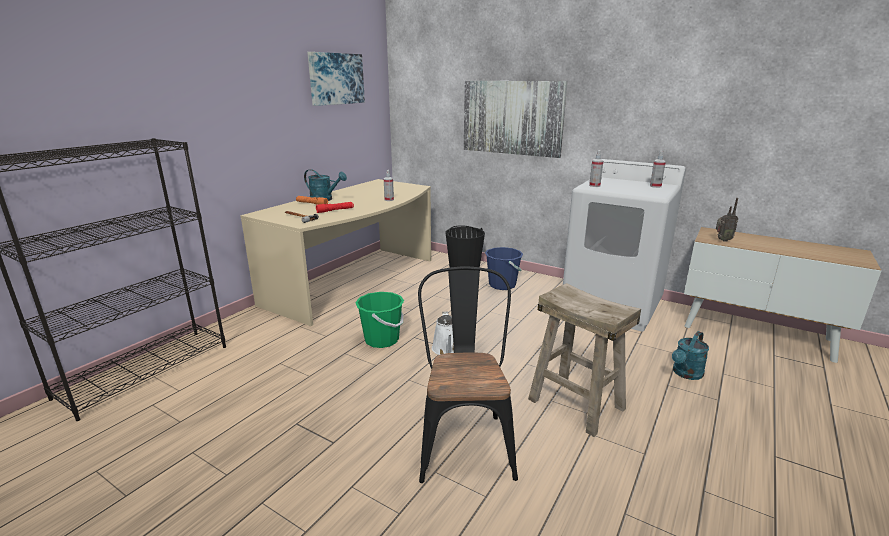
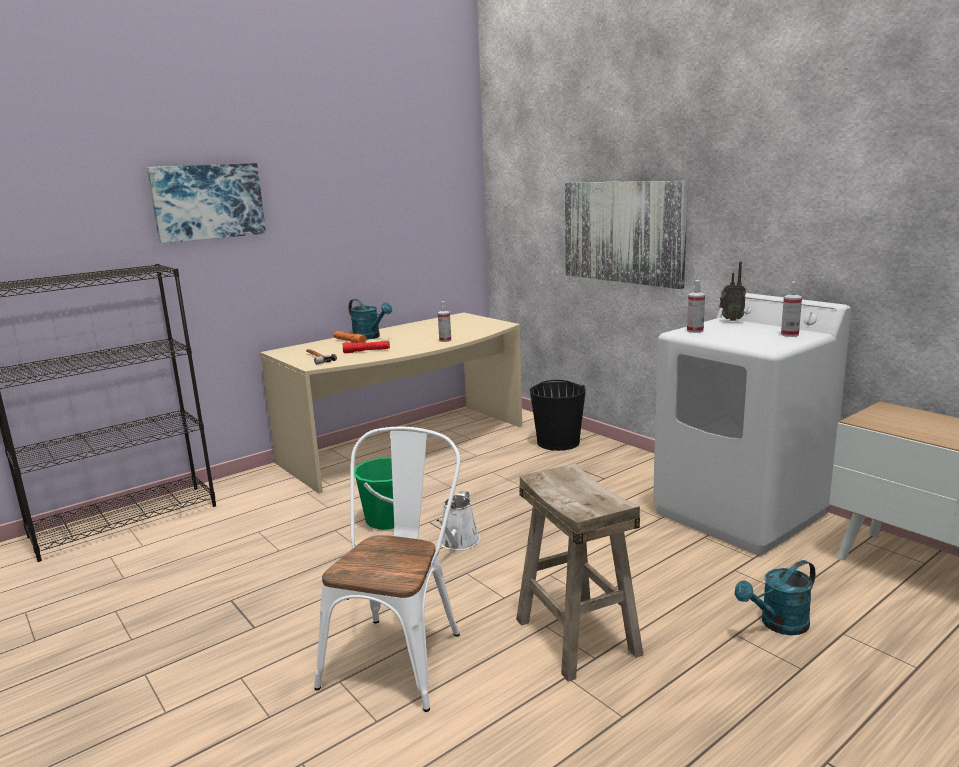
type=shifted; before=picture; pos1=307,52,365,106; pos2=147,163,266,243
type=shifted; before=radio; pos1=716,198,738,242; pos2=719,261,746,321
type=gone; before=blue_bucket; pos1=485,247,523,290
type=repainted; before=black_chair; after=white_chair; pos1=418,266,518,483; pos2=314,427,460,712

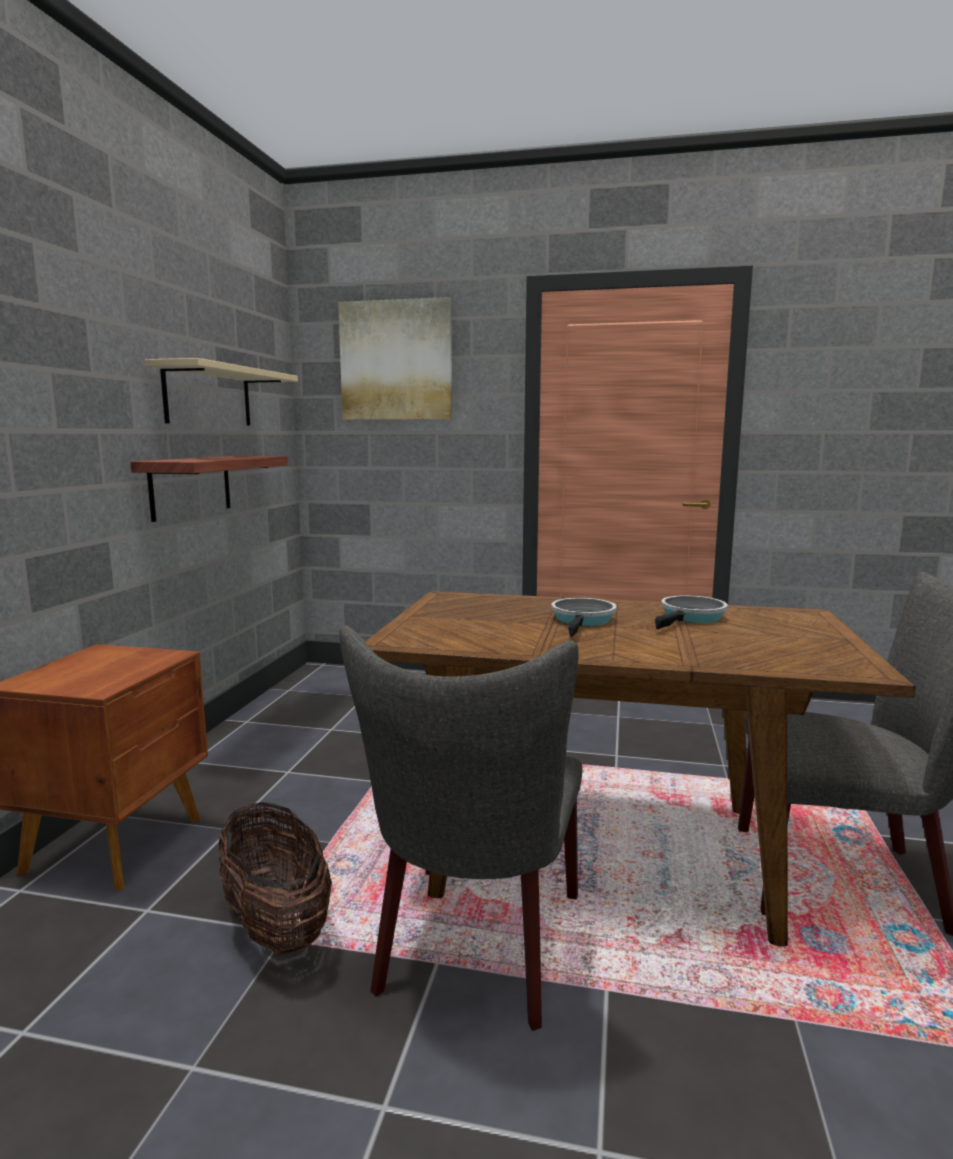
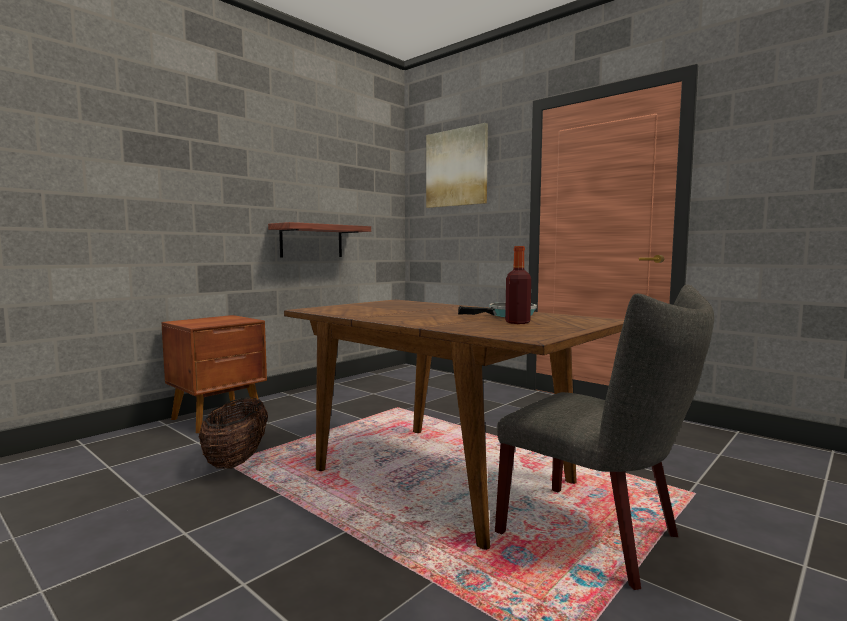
type=gone; before=beige_shelf; pos1=145,358,298,426
type=gone; before=frying_pan; pos1=551,598,617,637
type=gone; before=grey_chair; pos1=339,625,583,1031
type=new; after=bottle; pos2=505,246,531,324

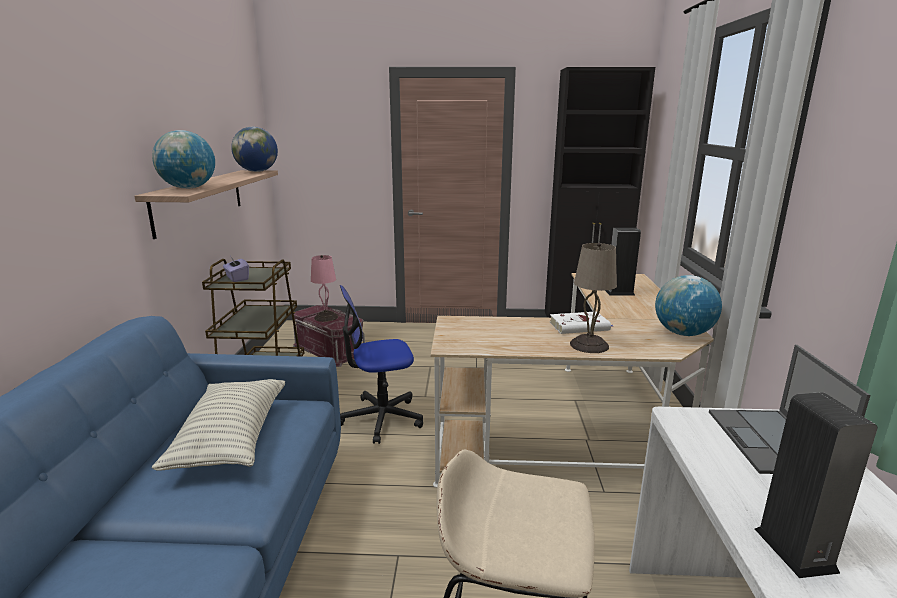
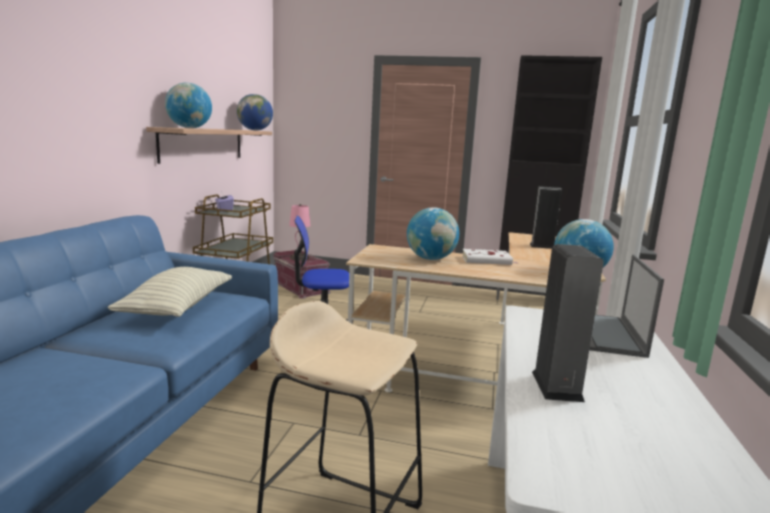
type=gone; before=beige_table_lamp; pos1=570,243,617,353
type=new; after=globe; pos2=407,207,459,260

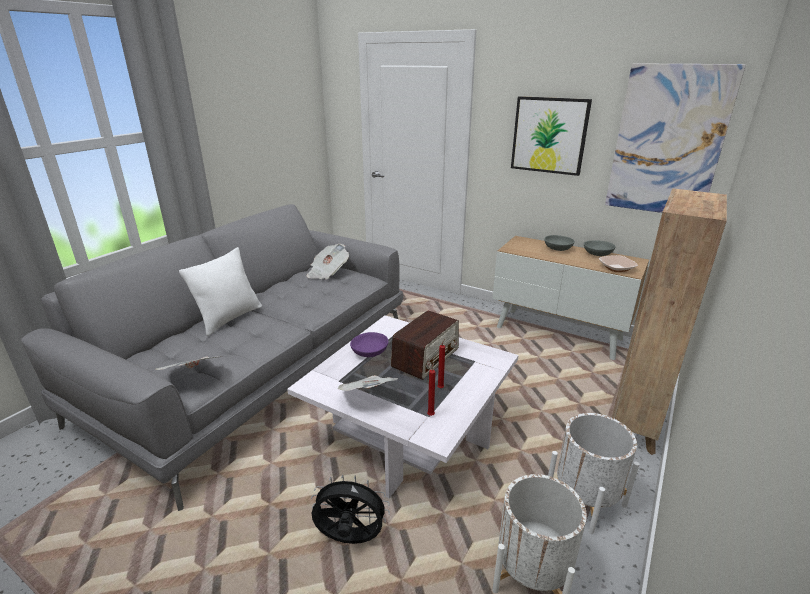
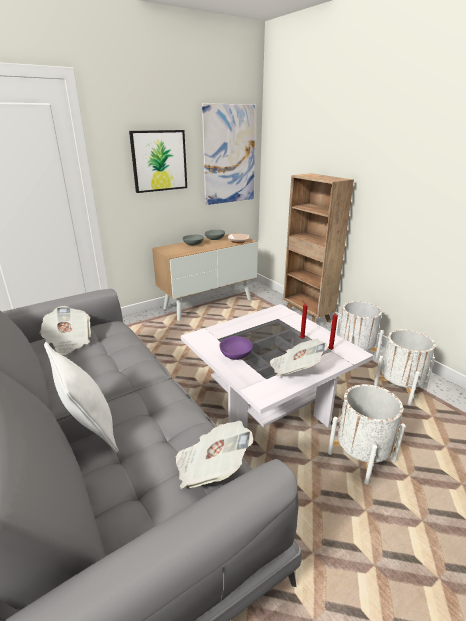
type=gone; before=radio; pos1=391,310,459,380
type=swapped; before=black_fan; after=white_planter; pos1=311,475,390,544; pos2=328,384,406,485

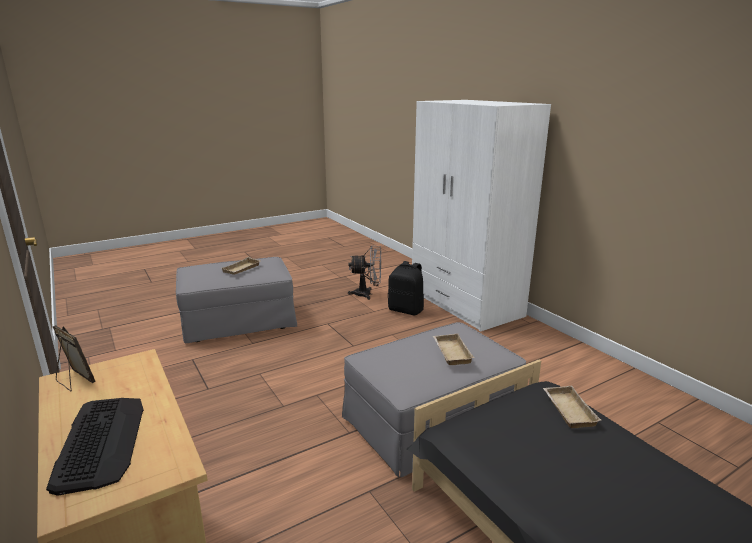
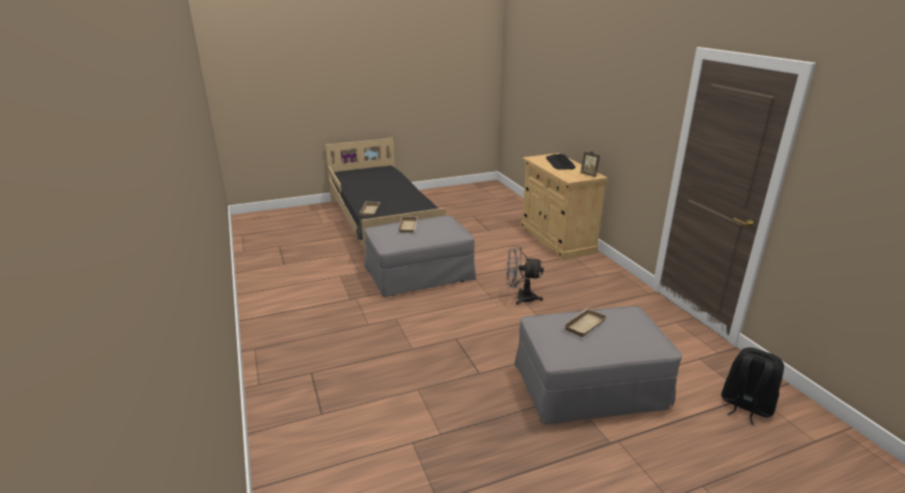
type=gone; before=white_wardrobe; pos1=412,100,551,332
type=shifted; before=grey_fan; pos1=348,246,381,300; pos2=506,246,544,305
type=shifted; before=black_backpack; pos1=388,261,424,315; pos2=721,347,784,425

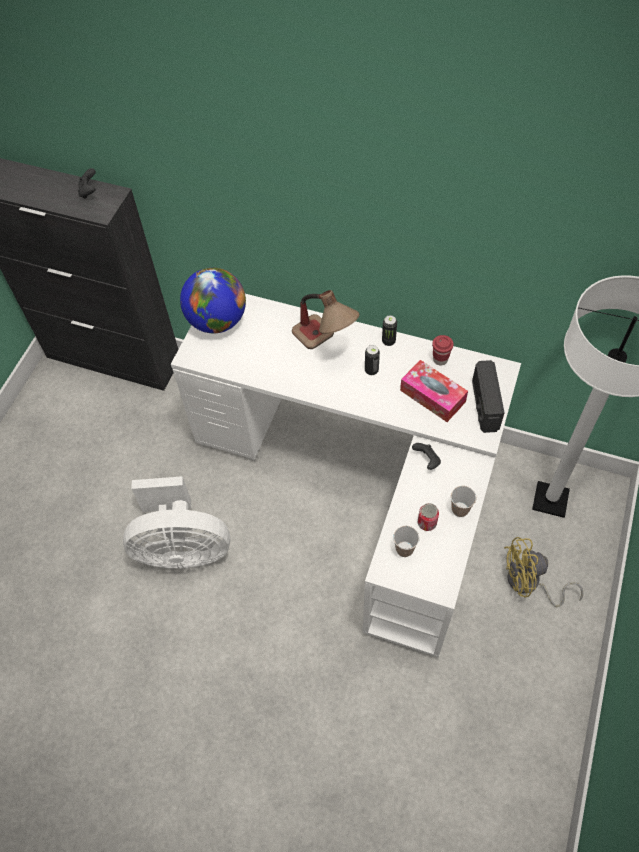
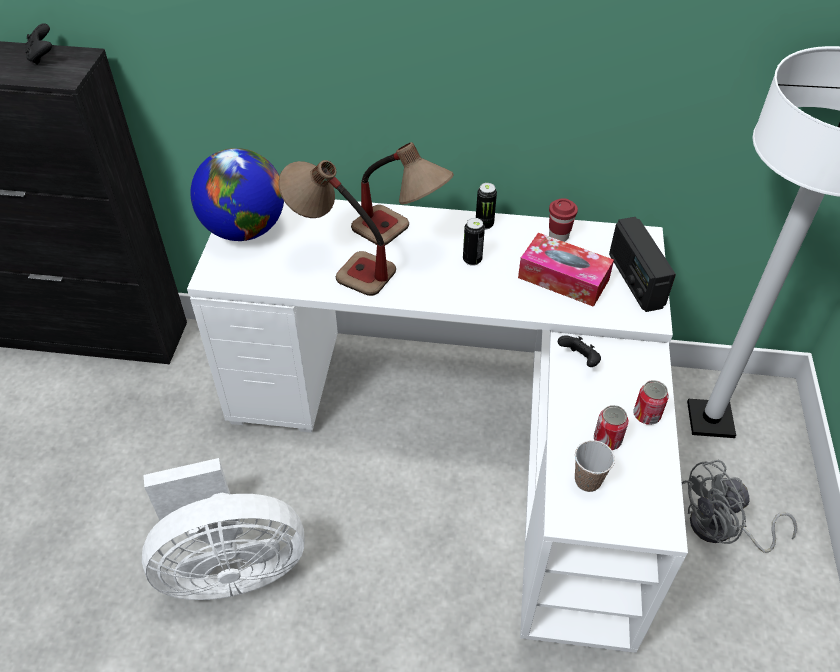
type=swapped; before=cup; after=can; pos1=451,486,476,517; pos2=633,380,669,425
type=repainted; before=yellow_fan; after=grey_fan; pos1=504,537,583,607; pos2=682,460,798,553
type=new; after=table_lamp; pos2=278,160,396,296

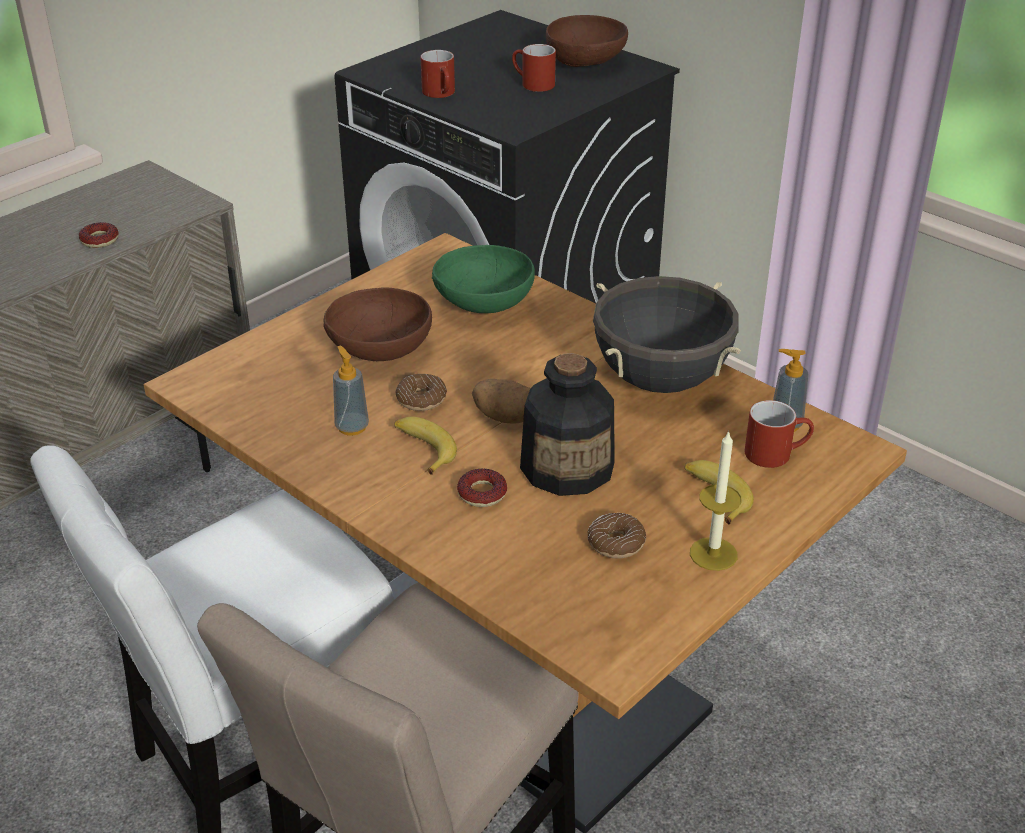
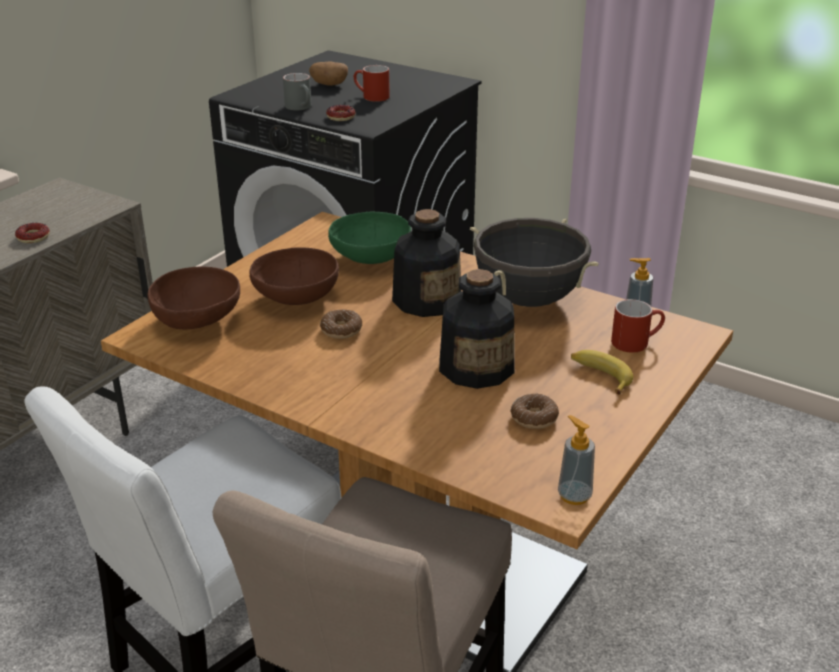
type=shifted; before=brown_bowl; pos1=546,15,628,67; pos2=147,267,240,330
type=repainted; before=red_mug; after=grey_mug; pos1=421,50,455,98; pos2=283,73,311,110
type=shifted; before=soap_dispenser; pos1=333,346,369,436; pos2=558,415,595,505
type=shifted; before=potato; pos1=472,379,531,423; pos2=309,61,348,86
type=gone; before=banana; pos1=394,416,457,475
type=gone; before=candle; pos1=690,430,741,571
type=shifted; before=donut; pos1=457,469,507,507; pos2=326,105,356,121
type=new; after=bottle; pos2=392,209,461,317

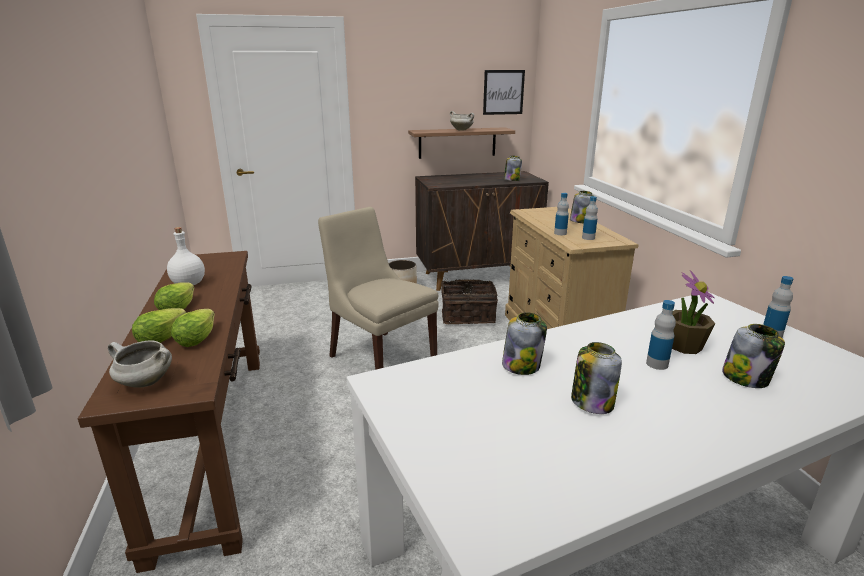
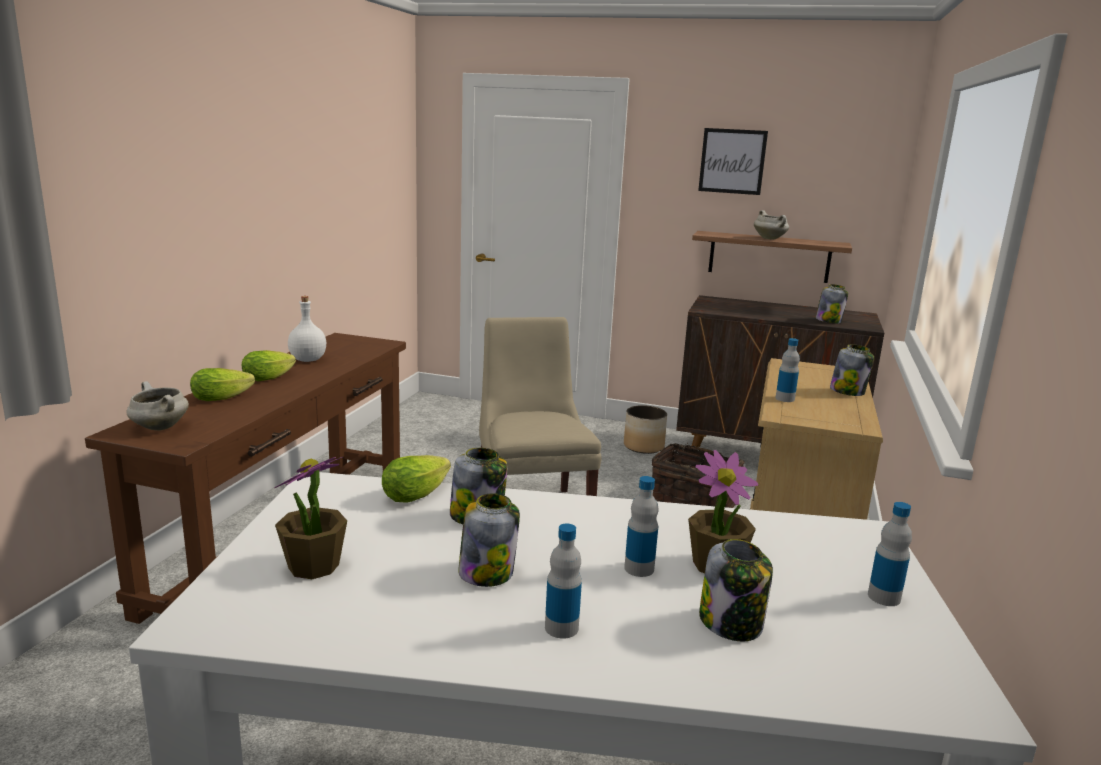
type=shifted; before=picture; pos1=483,70,525,115; pos2=698,128,768,195
type=shifted; before=bottle; pos1=582,196,598,240; pos2=545,524,582,639
type=shifted; before=lettuce; pos1=171,309,215,347; pos2=382,455,451,502
type=new; after=potted_plant; pos2=274,457,347,579

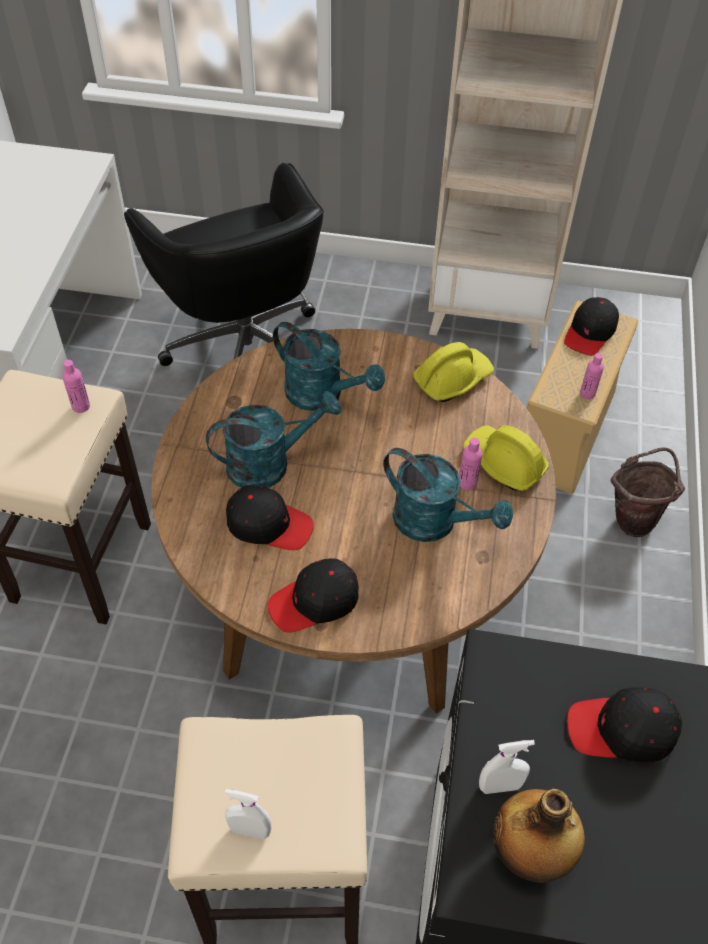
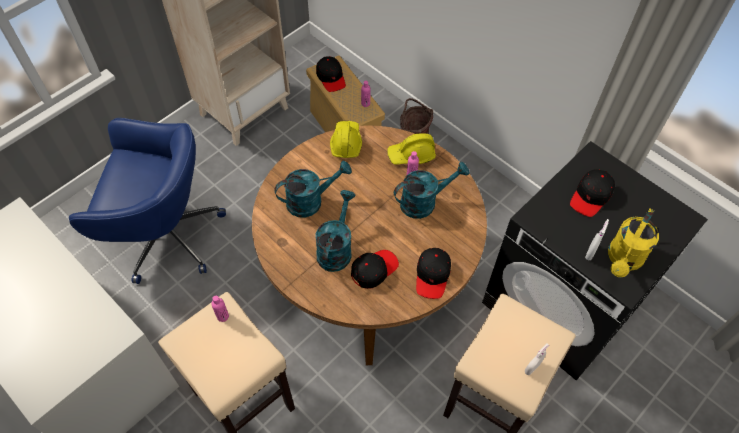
type=repainted; before=black_office_chair; after=blue_office_chair; pos1=124,163,324,366; pos2=69,118,226,284
type=swapped; before=bottle; after=yellow_watering_can; pos1=493,789,585,883; pos2=608,208,659,277

